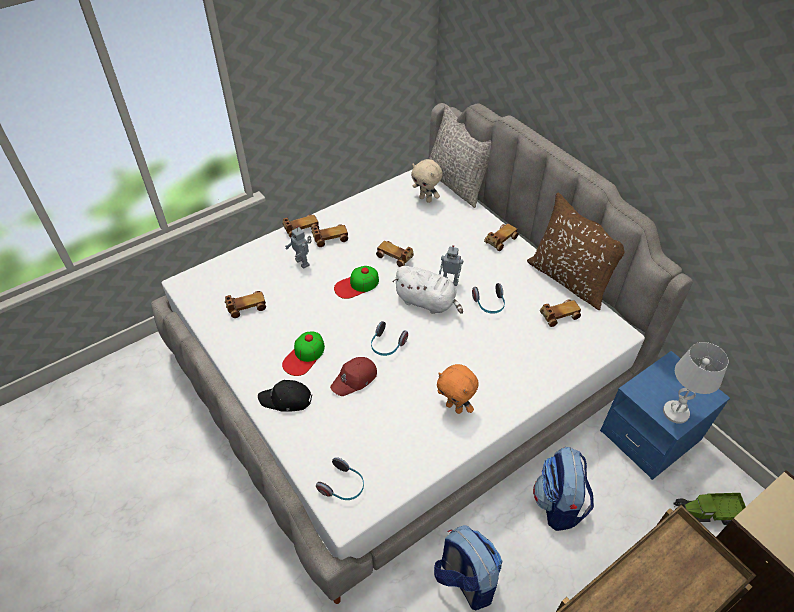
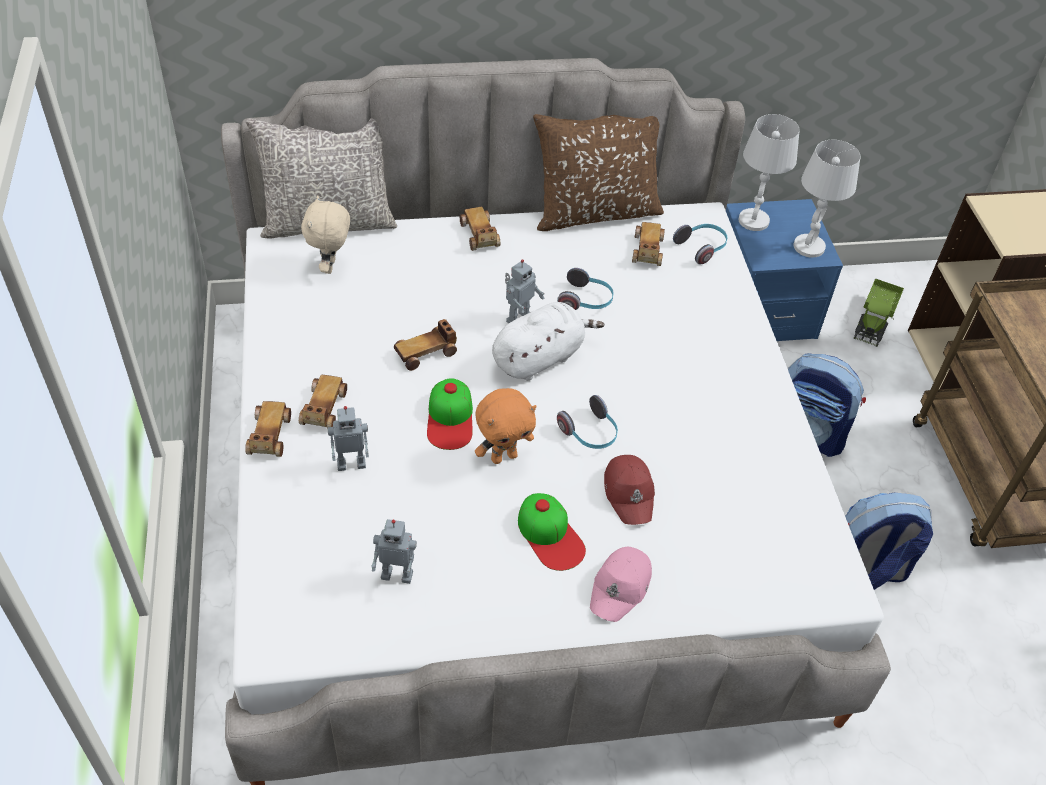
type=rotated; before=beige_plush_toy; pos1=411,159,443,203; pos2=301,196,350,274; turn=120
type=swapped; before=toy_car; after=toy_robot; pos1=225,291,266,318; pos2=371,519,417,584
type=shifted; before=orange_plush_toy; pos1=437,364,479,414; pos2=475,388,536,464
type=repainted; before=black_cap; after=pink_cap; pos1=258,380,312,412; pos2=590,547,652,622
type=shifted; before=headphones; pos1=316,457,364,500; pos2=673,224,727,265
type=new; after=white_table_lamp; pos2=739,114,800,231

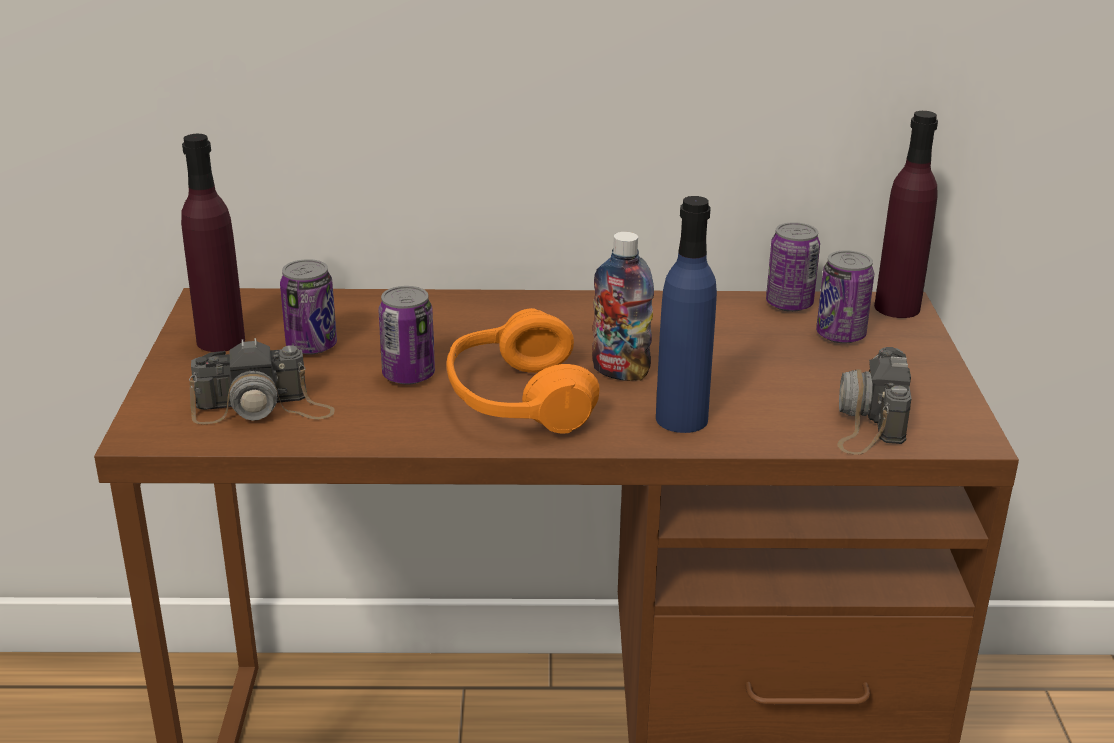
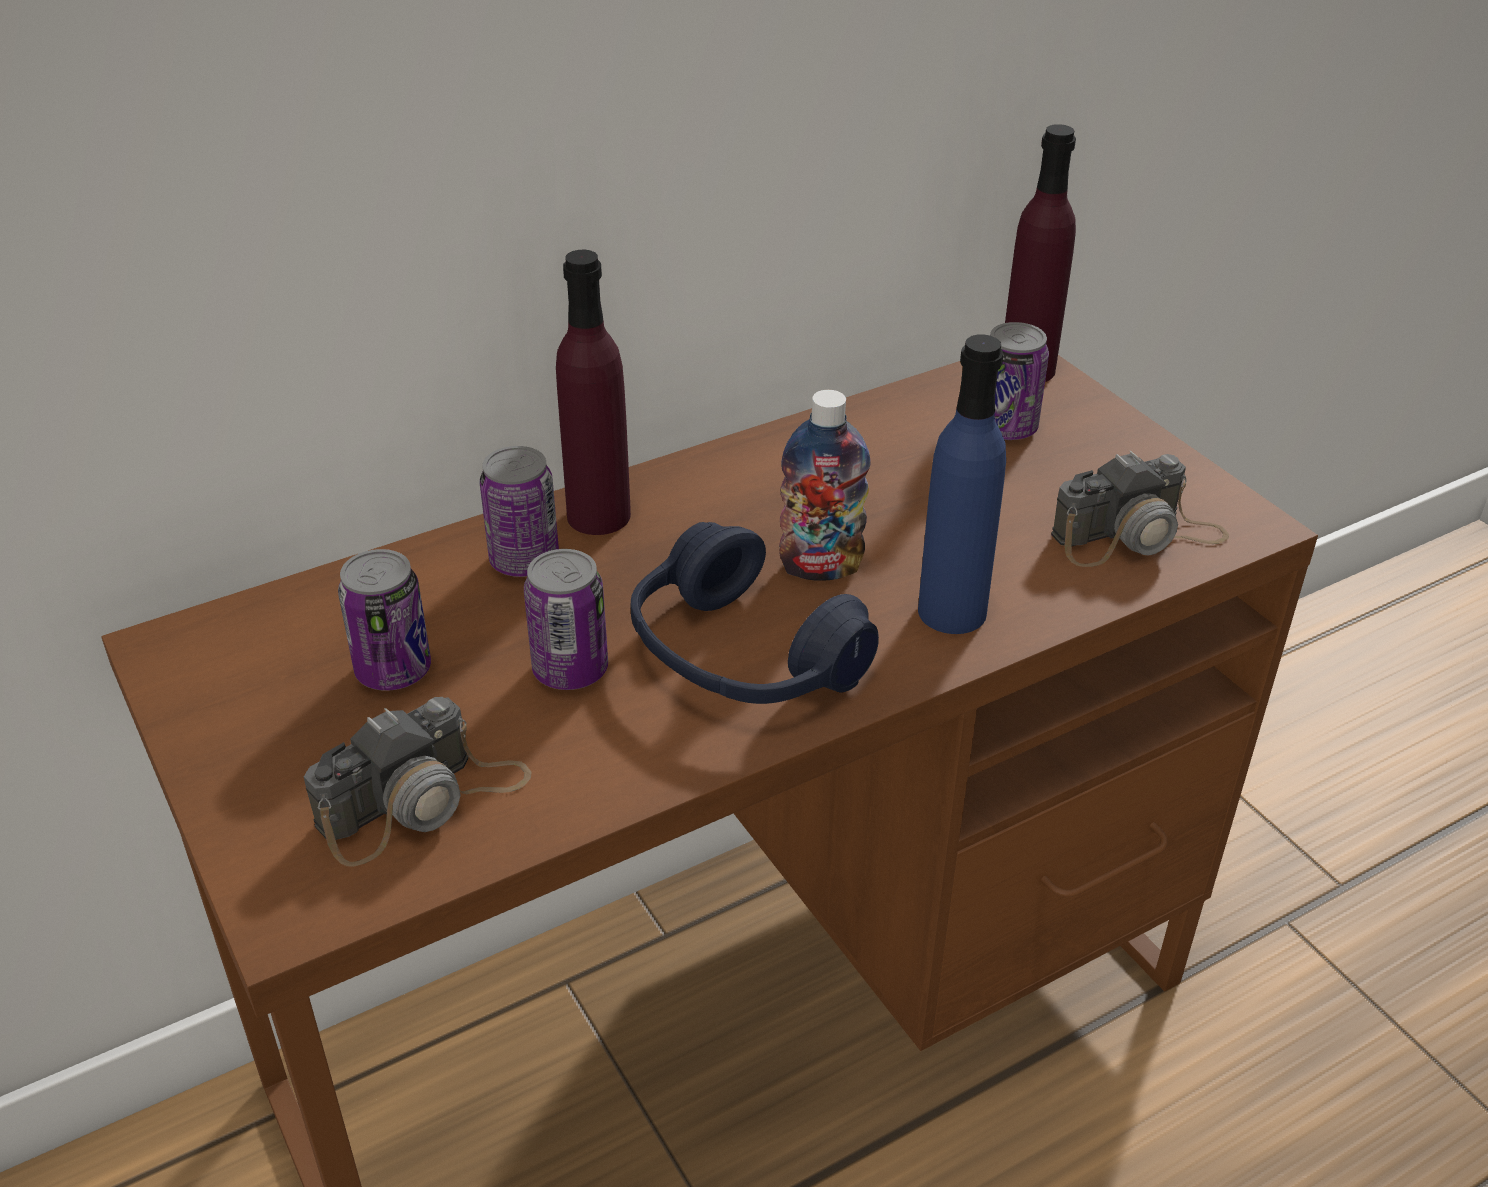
type=shifted; before=purple_bottle; pos1=181,134,245,352; pos2=556,250,631,535
type=shifted; before=can; pos1=766,222,820,312; pos2=480,446,559,577
type=repainted; before=orange_headphones; after=blue_headphones; pos1=446,308,600,433; pos2=631,522,879,704
type=rotated; before=photo_camera; pos1=837,347,912,455; pos2=1051,451,1229,567; turn=-90

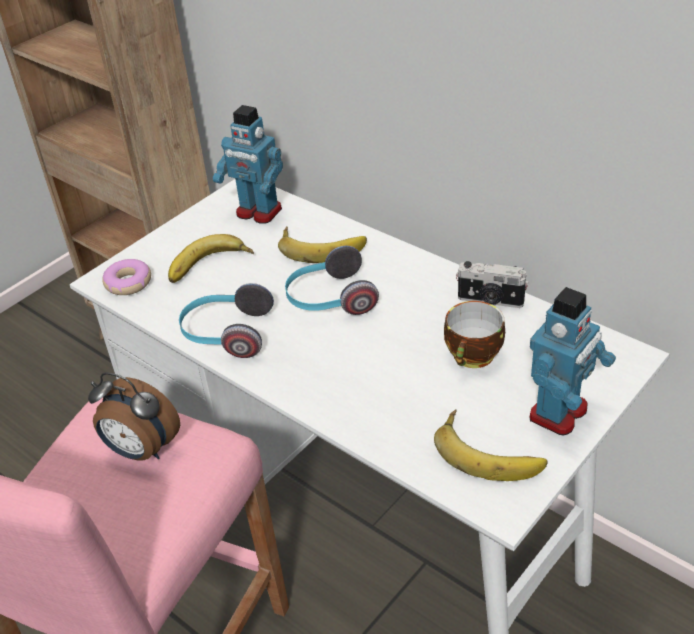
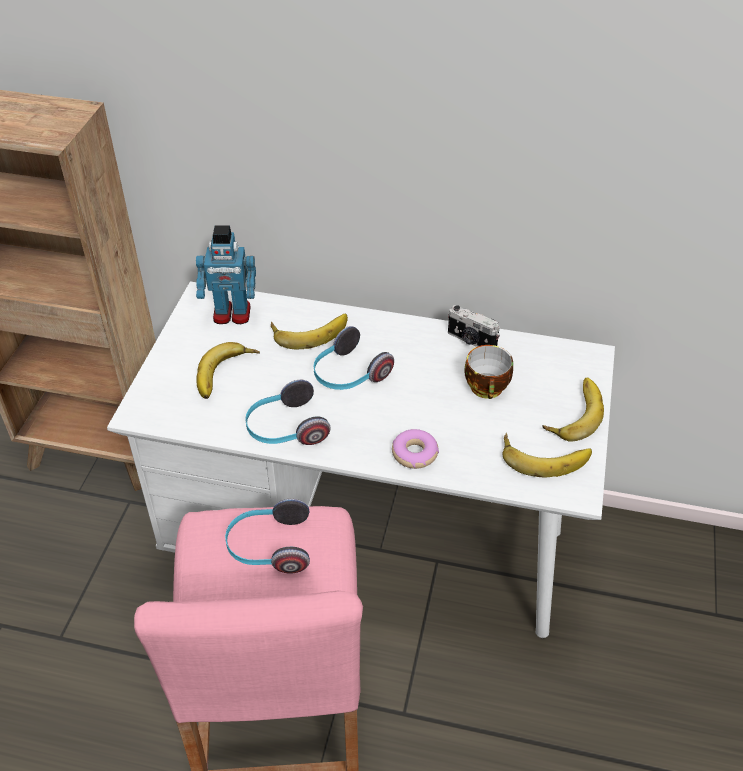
type=shifted; before=donut; pos1=102,259,151,295; pos2=392,429,439,469
type=rotated; before=photo_camera; pos1=456,261,529,308; pos2=448,305,500,347; turn=45
type=swapped; before=toy_robot; after=banana; pos1=529,287,616,435; pos2=542,377,604,442
type=swapped; before=alarm_clock; after=headphones; pos1=88,372,180,460; pos2=225,499,310,574

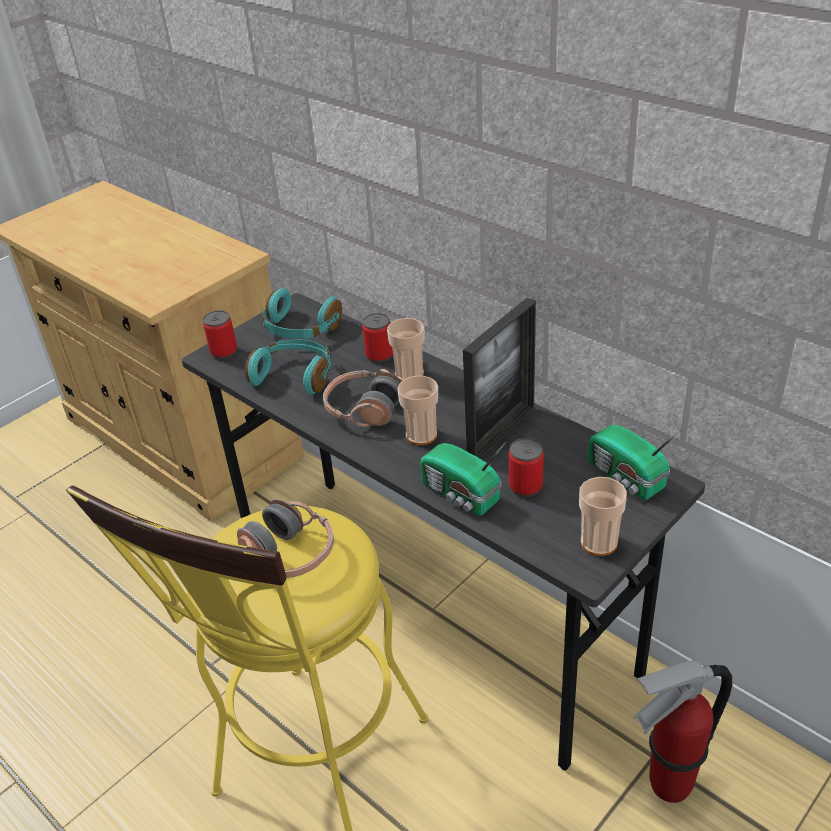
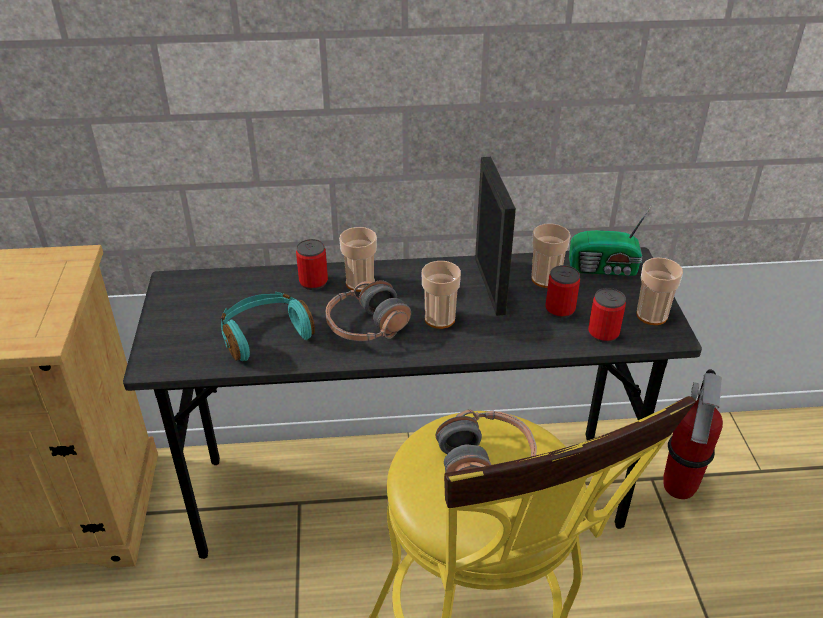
type=gone; before=turquoise_headphones; pos1=262,288,342,339
type=shifted; before=can; pos1=203,310,237,359; pos2=588,288,626,343
type=gone; before=radio; pos1=420,442,506,516
type=new; after=cup; pos2=531,224,571,288

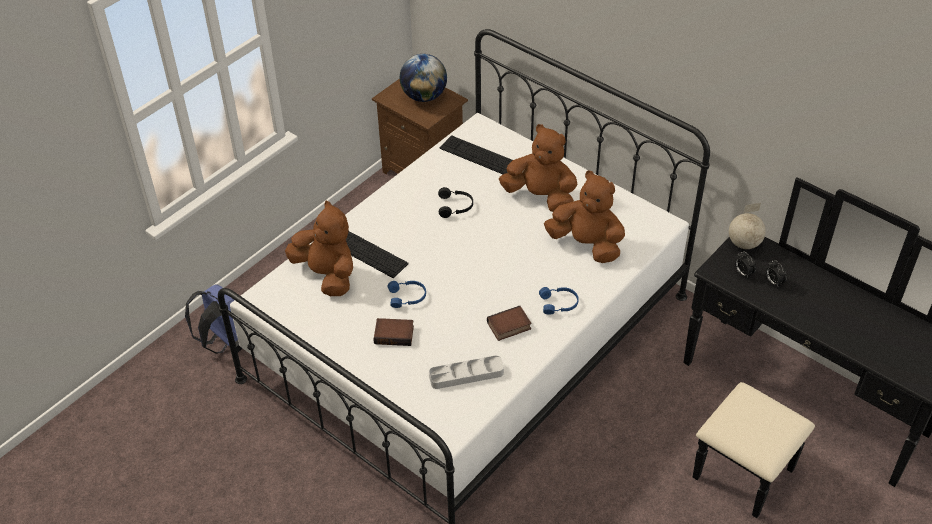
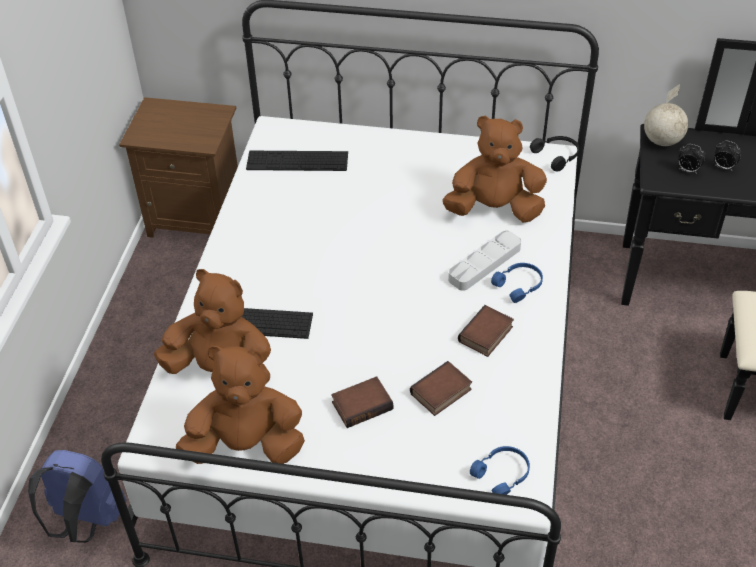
type=gone; before=globe; pos1=400,54,447,102
type=shifted; before=brown_plush_toy; pos1=499,124,577,212; pos2=176,346,305,464
type=shifted; before=black_headphones; pos1=438,187,473,218; pos2=530,136,579,172
type=shifted; before=blue_headphones; pos1=387,281,426,308; pos2=470,446,530,495
type=shifted; before=grey_tray; pos1=429,355,504,389; pos2=448,230,521,291
type=new; after=book; pos2=410,361,472,416

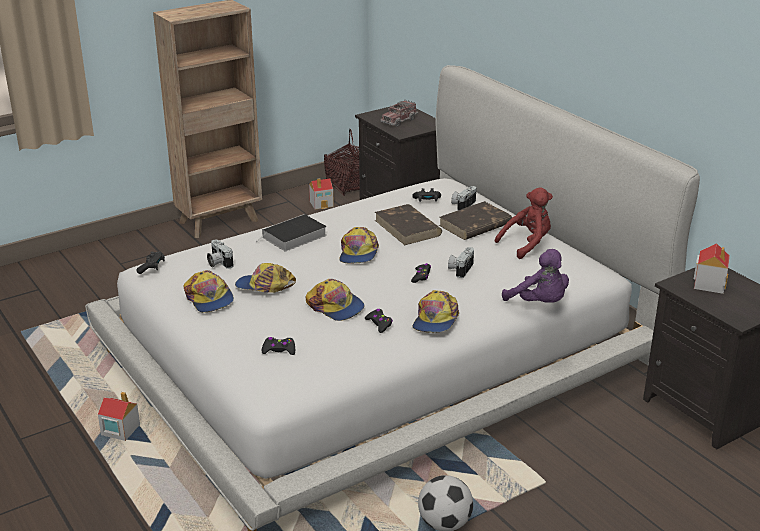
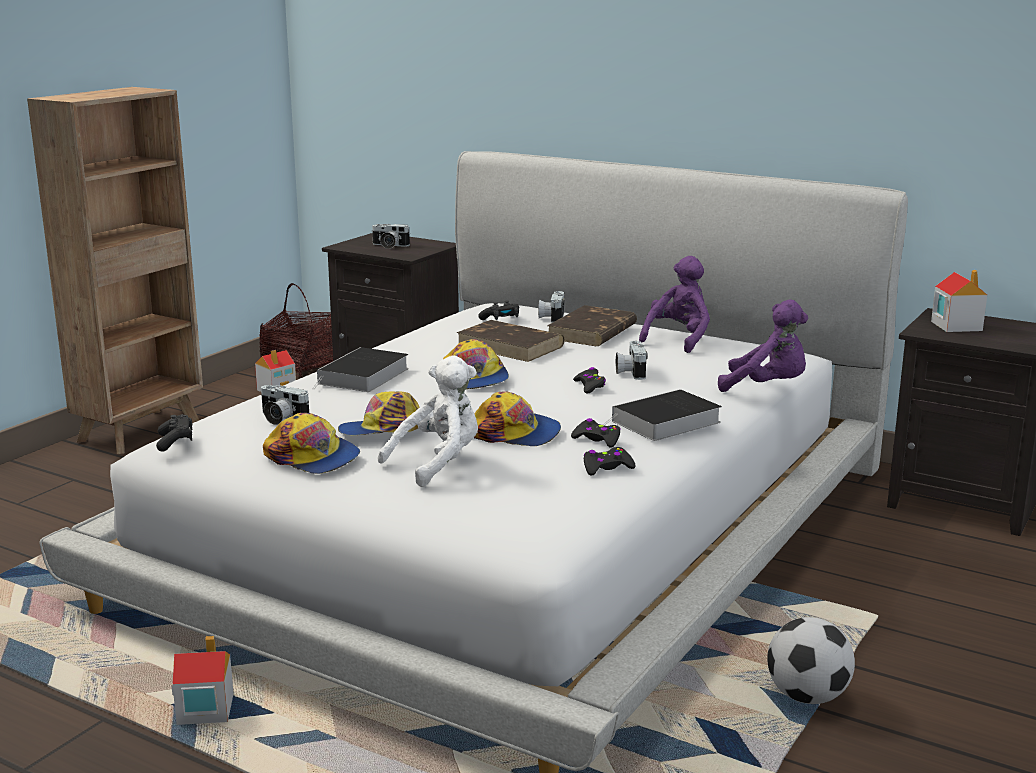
type=swapped; before=toy_truck; after=photo_camera; pos1=381,100,418,127; pos2=371,224,410,249
type=repainted; before=red_plush_toy; after=purple_plush_toy; pos1=495,187,553,259; pos2=639,256,710,353
type=swapped; before=cap; after=book; pos1=413,290,459,333; pos2=603,389,722,441
type=shifted; before=black_game_controller; pos1=262,337,295,355; pos2=584,447,636,475
type=new; after=white_plush_toy; pos2=378,356,478,487

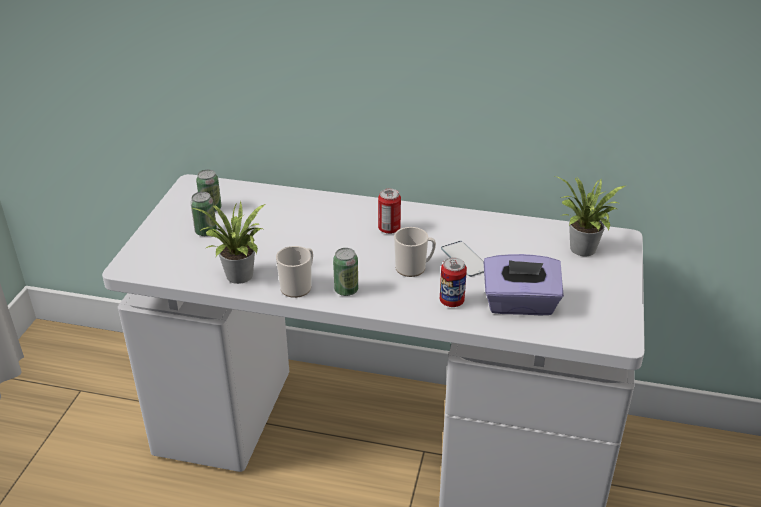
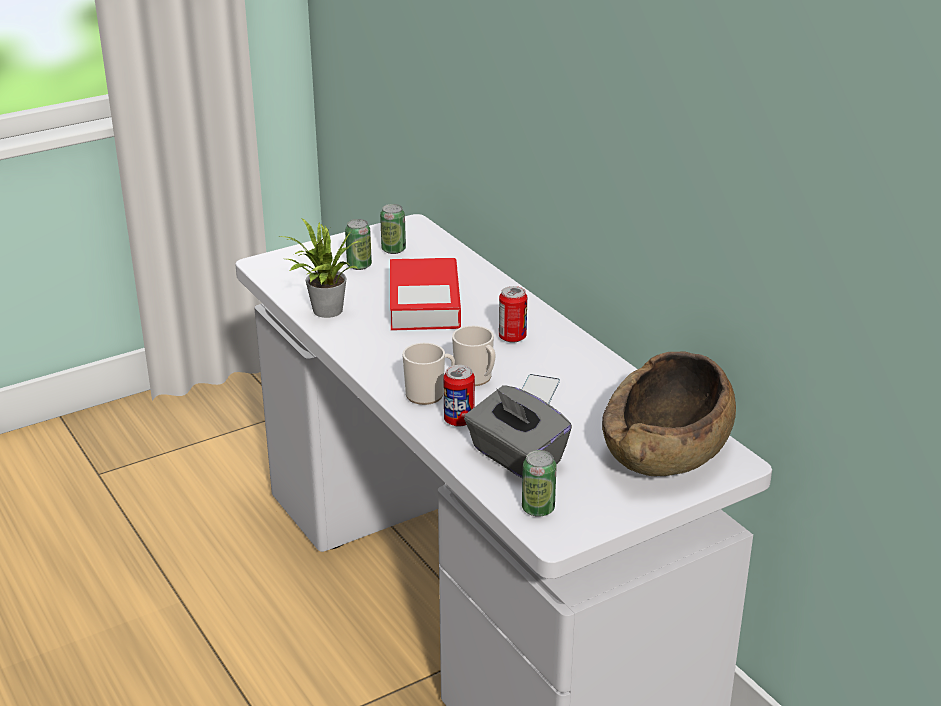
type=swapped; before=potted_plant; after=brown_bowl; pos1=555,176,625,256; pos2=602,351,736,476
type=shifted; before=mug; pos1=276,246,313,298; pos2=402,343,455,405
type=shifted; before=can; pos1=333,248,358,296; pos2=522,450,557,517
type=repainted; before=purple_tissue_box; after=grey_tissue_box; pos1=484,254,564,316; pos2=464,385,572,478
type=new; after=book; pos2=390,258,461,331

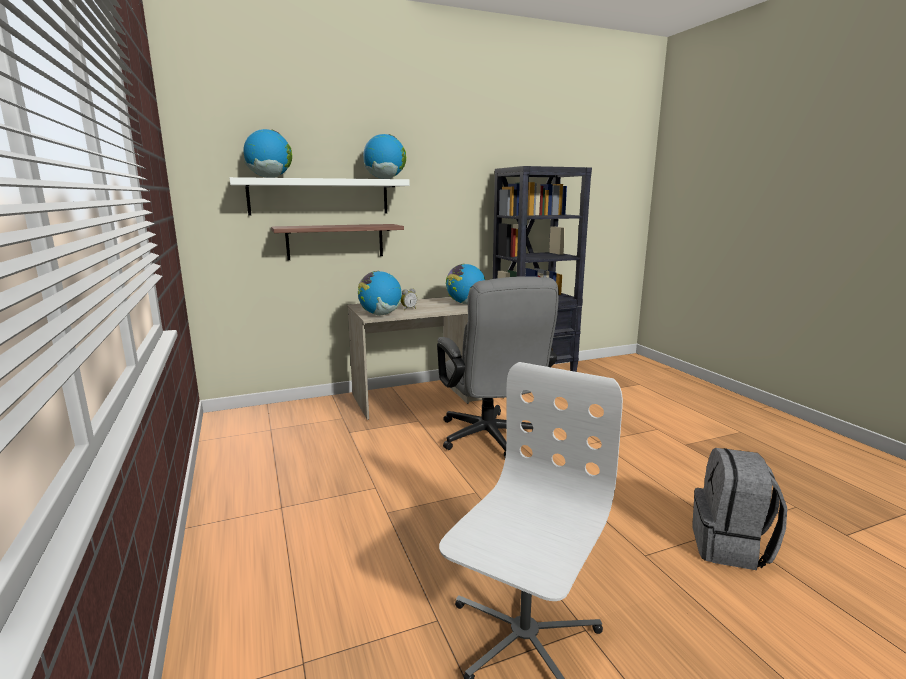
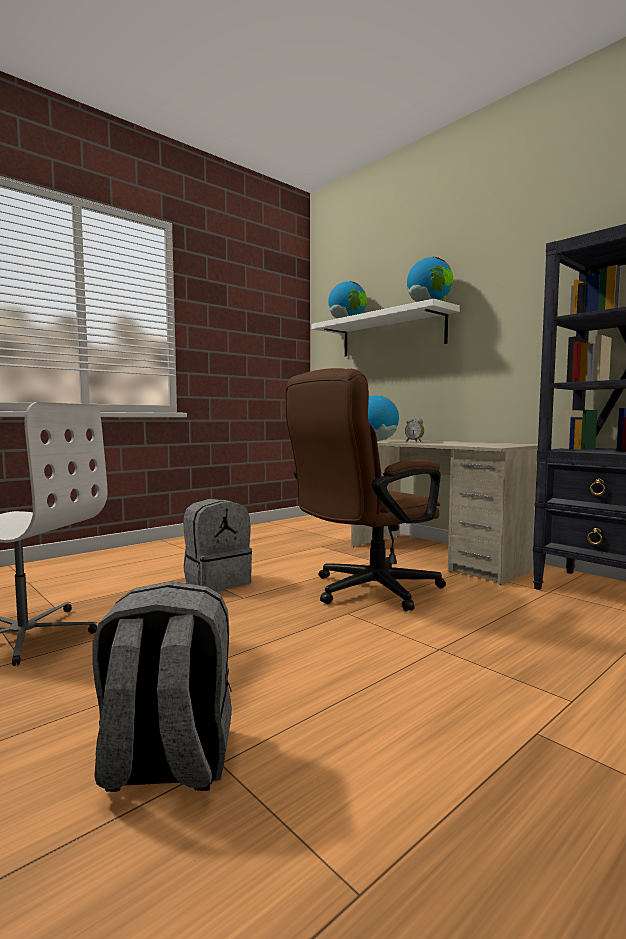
type=gone; before=shelf; pos1=271,224,404,260
type=gone; before=globe; pos1=446,264,485,304
type=repainted; before=grey_office_chair; after=brown_office_chair; pos1=437,276,559,457; pos2=285,368,446,611
type=new; after=grey_backpack; pos2=183,499,252,591

